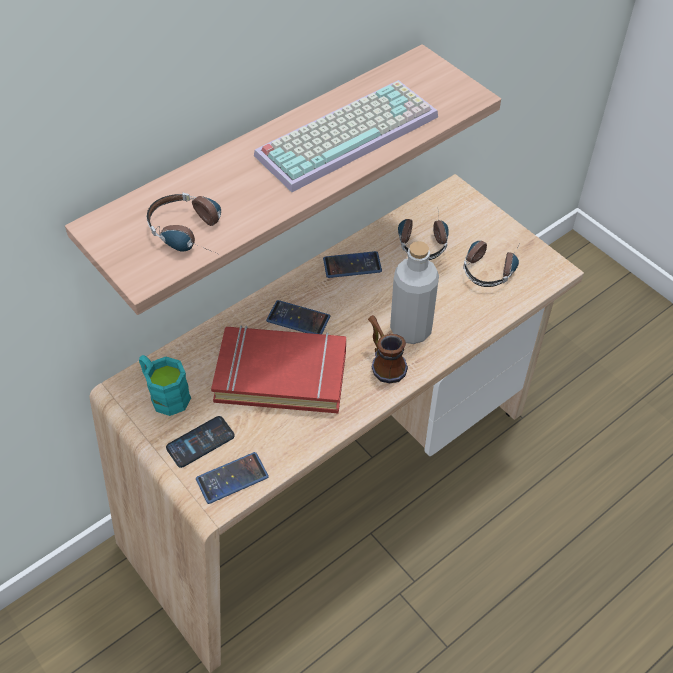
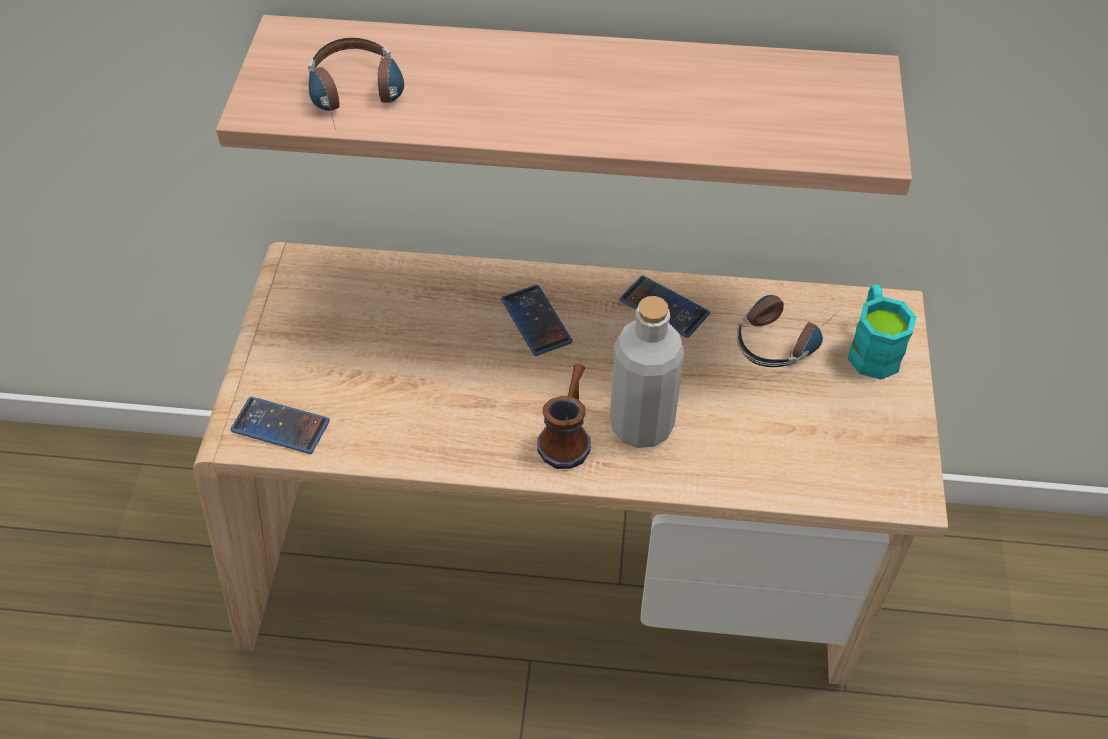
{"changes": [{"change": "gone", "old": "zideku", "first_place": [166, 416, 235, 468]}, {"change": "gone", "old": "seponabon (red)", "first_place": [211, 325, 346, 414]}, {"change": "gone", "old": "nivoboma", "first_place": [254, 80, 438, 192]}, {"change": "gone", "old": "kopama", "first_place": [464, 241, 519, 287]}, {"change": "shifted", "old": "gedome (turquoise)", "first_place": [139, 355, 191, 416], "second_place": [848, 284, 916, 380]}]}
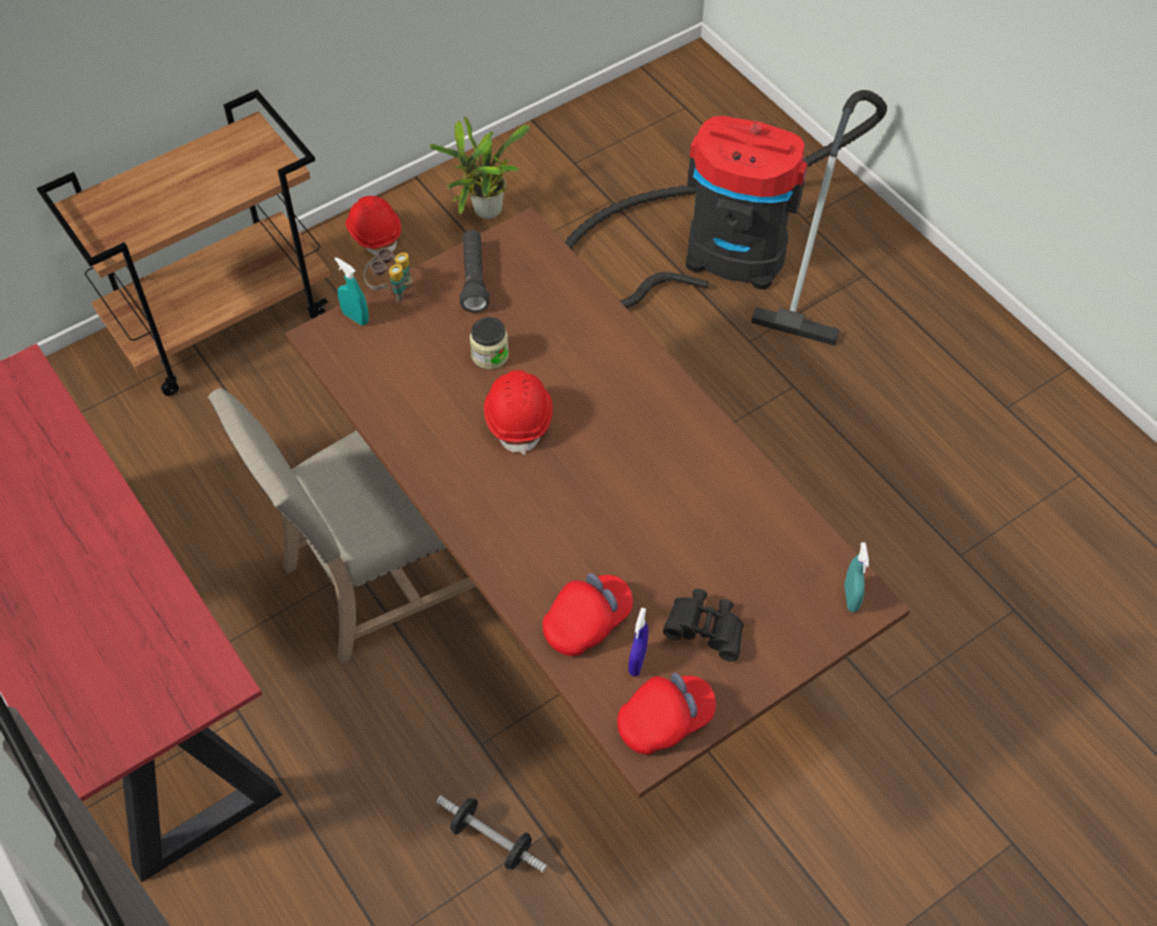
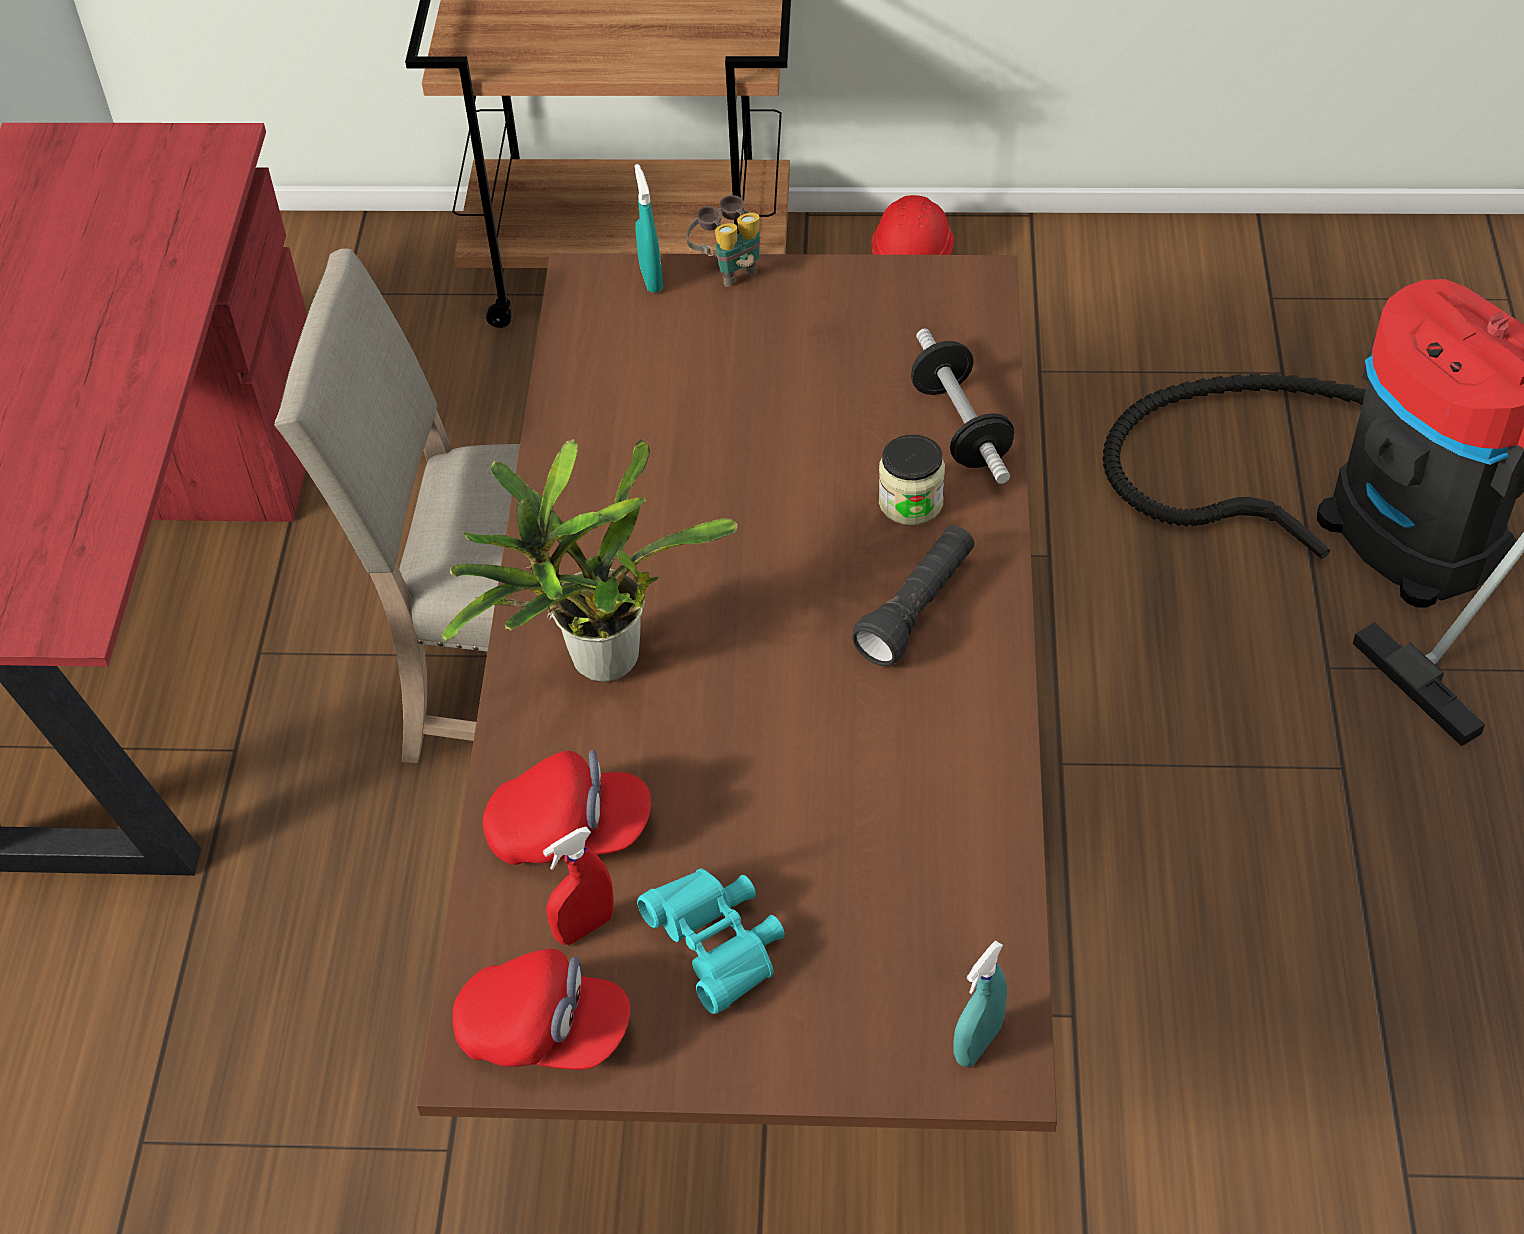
{"changes": [{"change": "gone", "old": "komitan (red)", "first_place": [484, 370, 553, 455]}, {"change": "shifted", "old": "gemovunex", "first_place": [429, 116, 530, 219], "second_place": [442, 439, 738, 682]}, {"change": "shifted", "old": "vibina", "first_place": [436, 795, 547, 873], "second_place": [911, 329, 1014, 484]}, {"change": "shifted", "old": "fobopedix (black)", "first_place": [460, 230, 490, 313], "second_place": [852, 525, 974, 666]}, {"change": "shifted", "old": "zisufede", "first_place": [470, 317, 509, 369], "second_place": [879, 435, 945, 525]}, {"change": "repainted", "old": "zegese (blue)", "new": "zegese (red)", "first_place": [628, 608, 648, 676], "second_place": [543, 827, 614, 945]}, {"change": "repainted", "old": "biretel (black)", "new": "biretel (turquoise)", "first_place": [663, 589, 744, 661], "second_place": [637, 868, 785, 1014]}]}
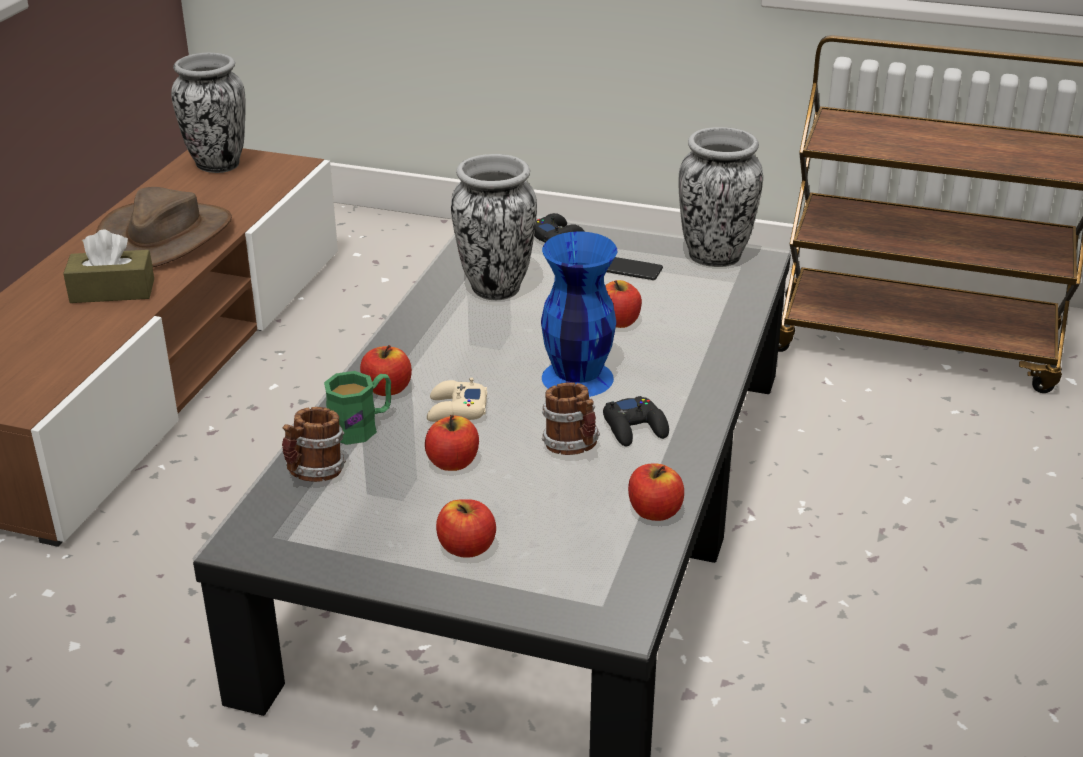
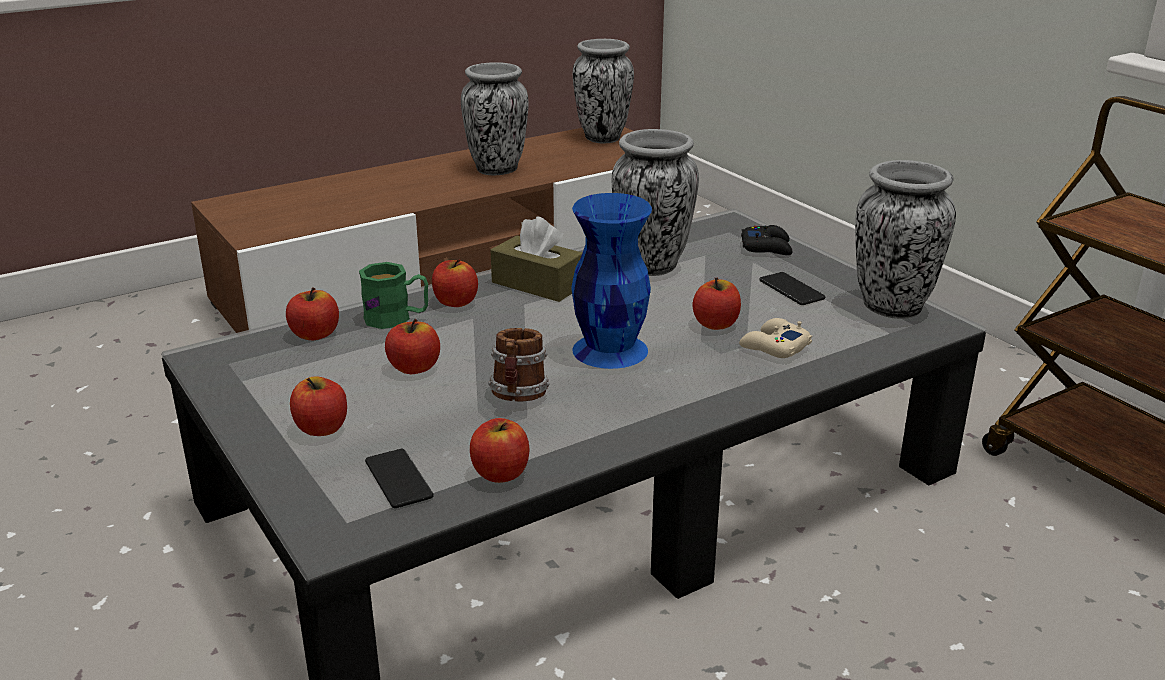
{"changes": [{"change": "gone", "old": "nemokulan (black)", "first_place": [603, 396, 669, 446]}, {"change": "new", "new": "zideku", "second_place": [365, 449, 434, 508]}, {"change": "shifted", "old": "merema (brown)", "first_place": [63, 230, 154, 303], "second_place": [491, 216, 582, 302]}, {"change": "shifted", "old": "nemokulan (beige)", "first_place": [427, 377, 487, 422], "second_place": [739, 318, 812, 358]}, {"change": "swapped", "old": "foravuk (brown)", "new": "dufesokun", "first_place": [96, 187, 232, 267], "second_place": [461, 62, 528, 175]}, {"change": "swapped", "old": "gedome", "new": "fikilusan", "first_place": [282, 407, 346, 482], "second_place": [286, 287, 339, 340]}]}
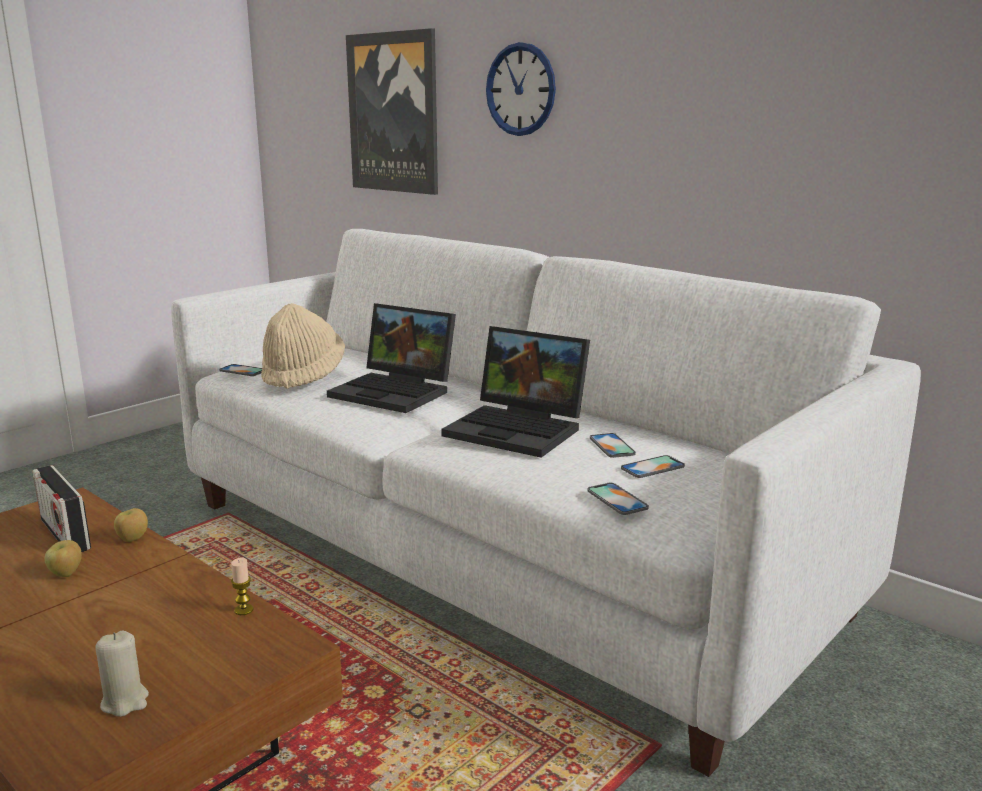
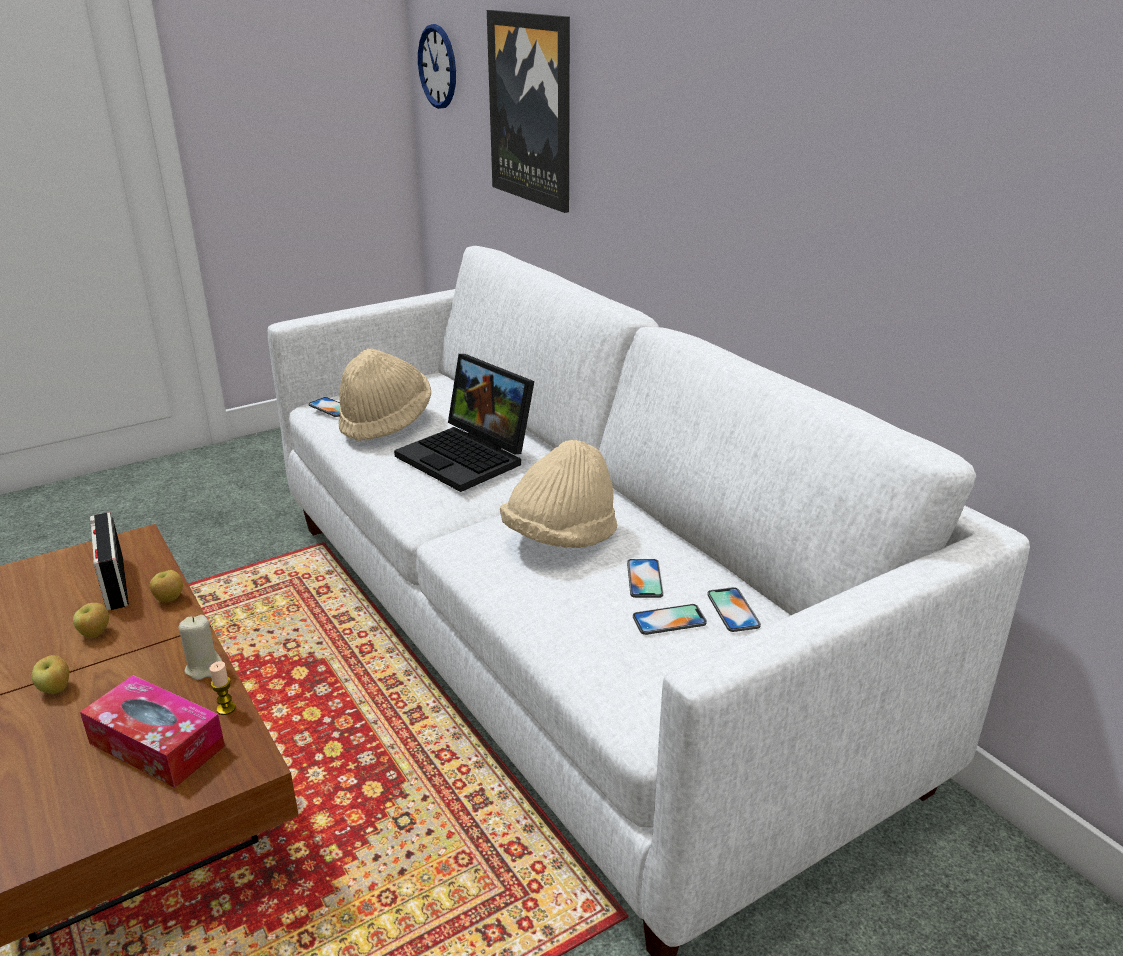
{"changes": [{"change": "new", "new": "fikilusan", "second_place": [32, 655, 69, 694]}, {"change": "new", "new": "merema", "second_place": [80, 675, 225, 788]}, {"change": "shifted", "old": "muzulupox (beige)", "first_place": [95, 631, 149, 717], "second_place": [179, 615, 222, 680]}, {"change": "shifted", "old": "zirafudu", "first_place": [486, 42, 556, 136], "second_place": [418, 24, 456, 109]}, {"change": "shifted", "old": "zideku", "first_place": [587, 483, 649, 515], "second_place": [707, 587, 761, 632]}, {"change": "swapped", "old": "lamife", "new": "foravuk (beige)", "first_place": [442, 326, 590, 458], "second_place": [500, 440, 617, 548]}]}
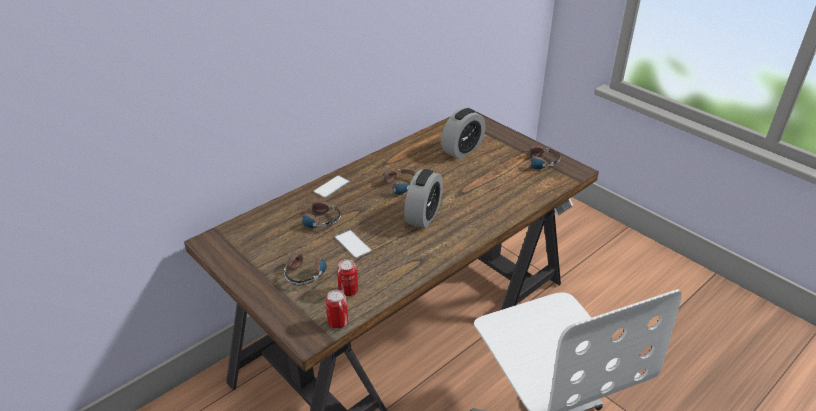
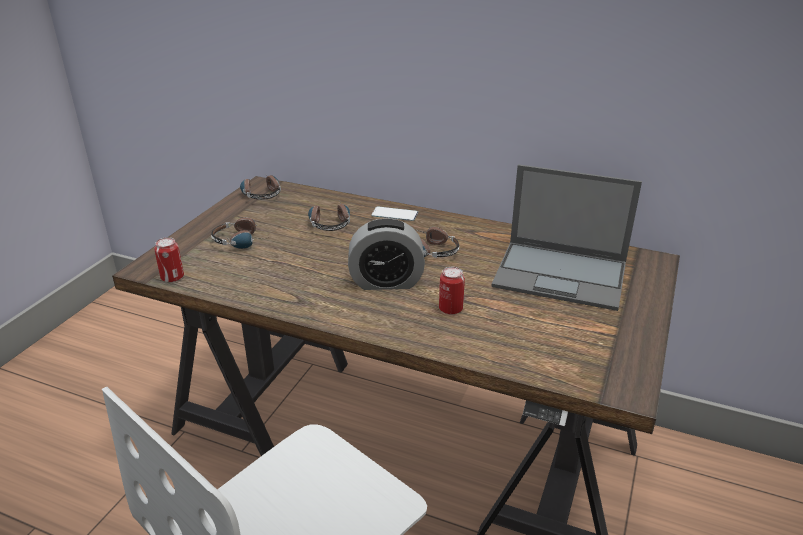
{"changes": [{"change": "gone", "old": "zideku", "first_place": [335, 230, 371, 258]}, {"change": "shifted", "old": "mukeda", "first_place": [337, 259, 358, 296], "second_place": [439, 267, 465, 314]}, {"change": "shifted", "old": "kopama", "first_place": [513, 145, 560, 169], "second_place": [240, 175, 281, 200]}, {"change": "swapped", "old": "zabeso", "new": "lamife", "first_place": [441, 108, 485, 159], "second_place": [491, 164, 642, 311]}]}
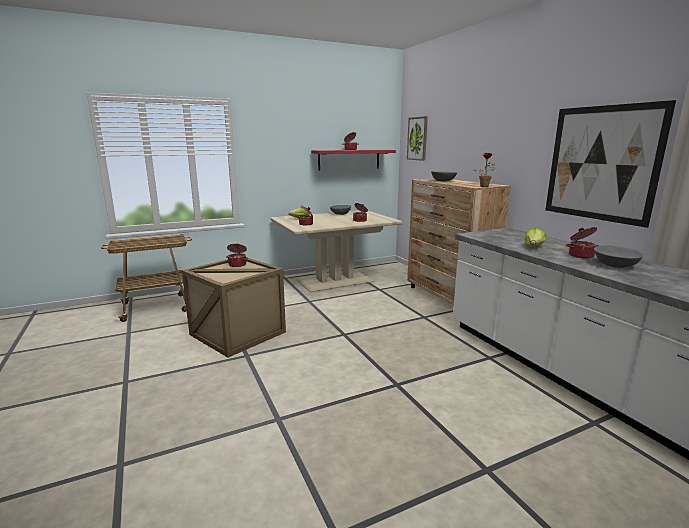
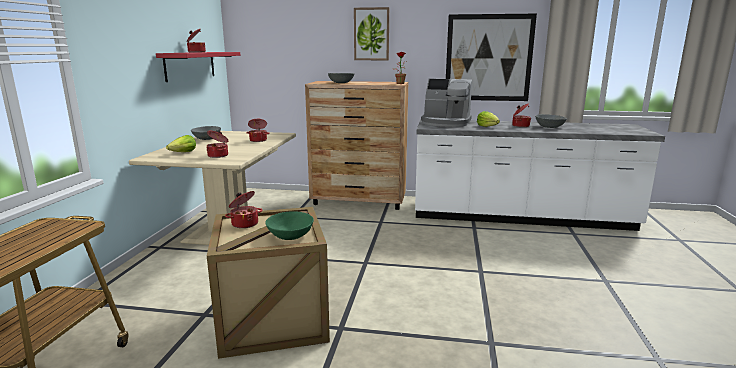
{"changes": [{"change": "new", "new": "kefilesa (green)", "second_place": [265, 212, 314, 240]}, {"change": "new", "new": "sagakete", "second_place": [421, 79, 472, 127]}, {"change": "shifted", "old": "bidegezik", "first_place": [407, 116, 428, 161], "second_place": [354, 7, 389, 60]}]}
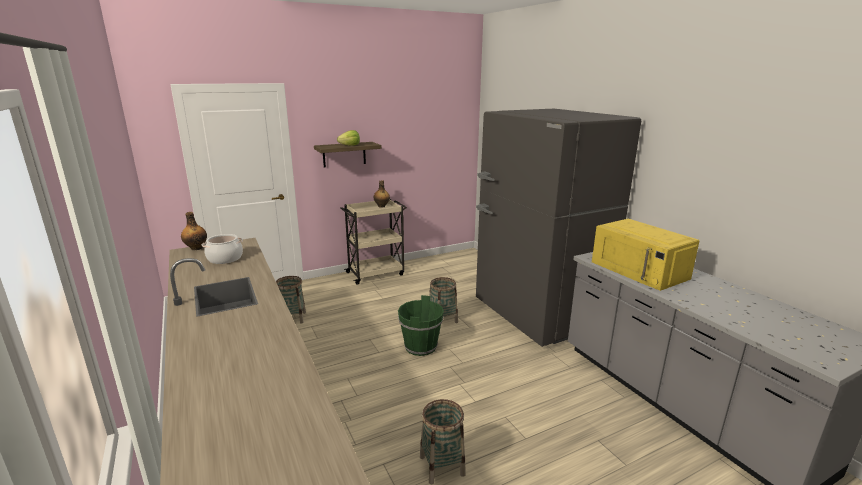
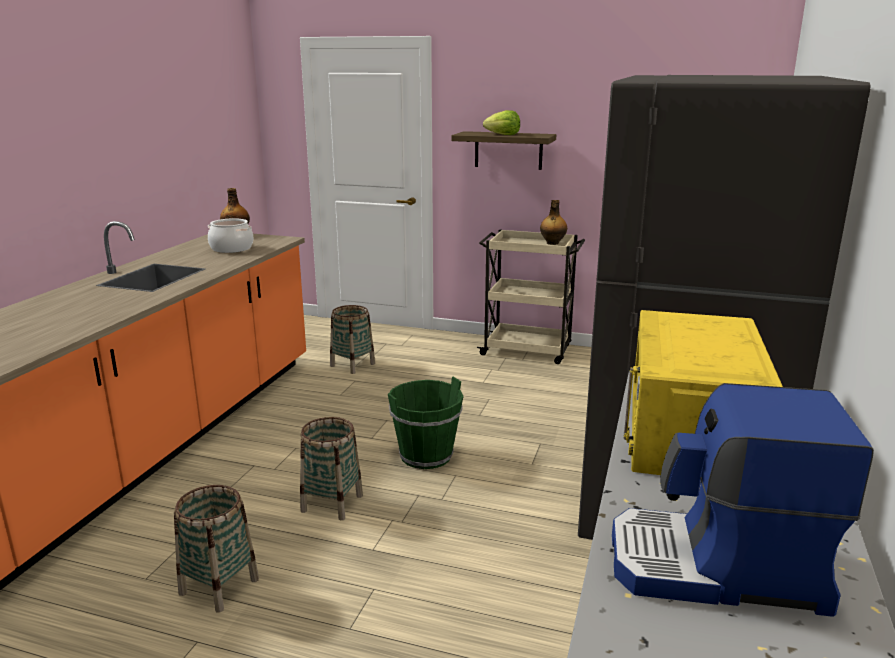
{"changes": [{"change": "new", "new": "sagakete", "second_place": [612, 383, 874, 617]}, {"change": "shifted", "old": "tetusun", "first_place": [429, 277, 458, 323], "second_place": [300, 417, 363, 520]}]}
